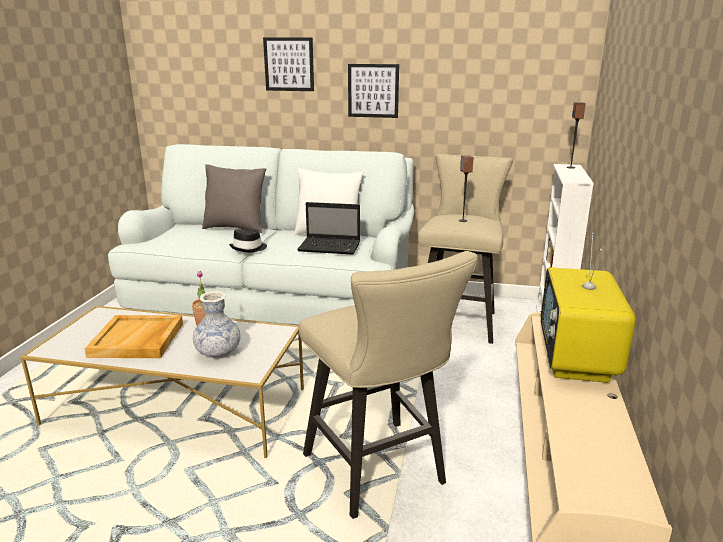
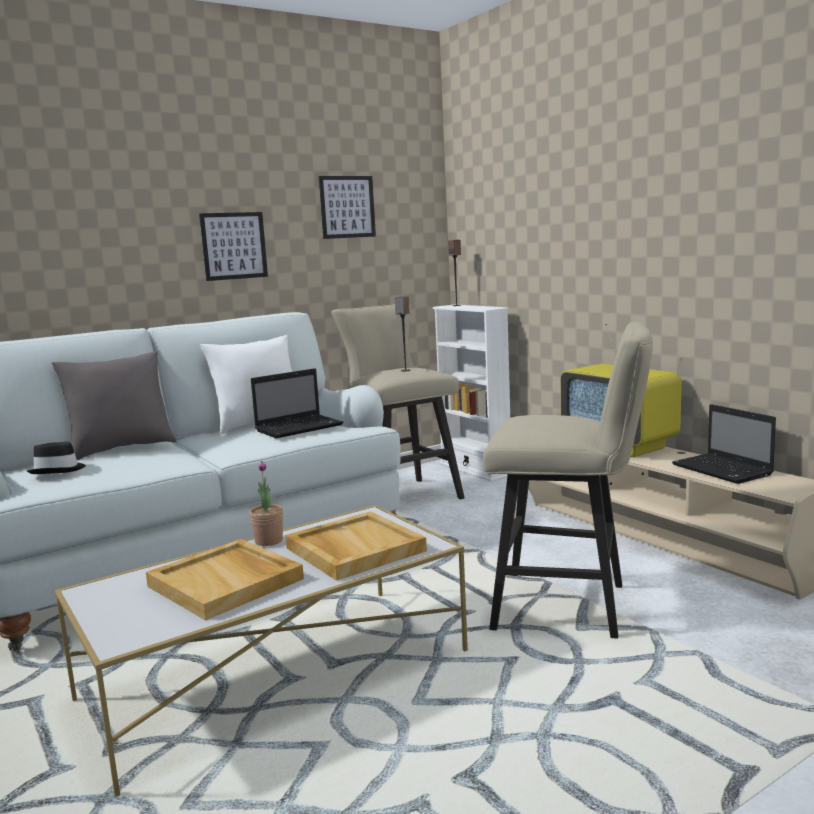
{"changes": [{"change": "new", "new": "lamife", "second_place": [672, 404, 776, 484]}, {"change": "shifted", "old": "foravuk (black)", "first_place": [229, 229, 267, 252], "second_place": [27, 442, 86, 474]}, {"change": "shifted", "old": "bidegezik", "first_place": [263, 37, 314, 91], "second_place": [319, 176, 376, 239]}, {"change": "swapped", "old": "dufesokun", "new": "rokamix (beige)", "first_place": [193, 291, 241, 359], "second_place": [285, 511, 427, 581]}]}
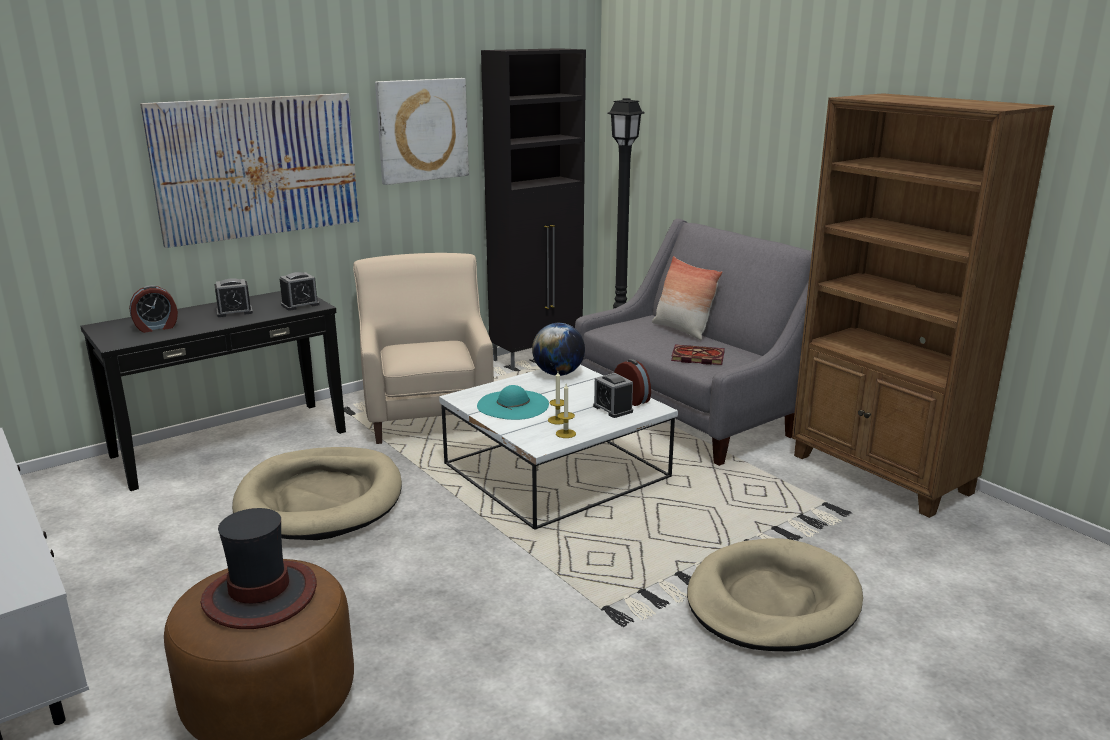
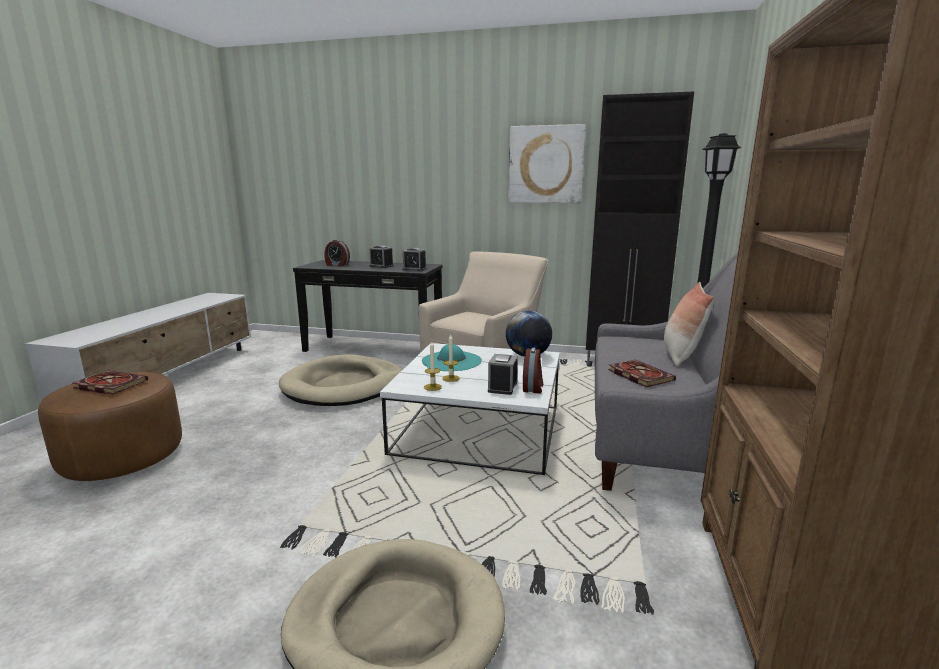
{"changes": [{"change": "gone", "old": "bidegezik", "first_place": [140, 93, 359, 248]}, {"change": "swapped", "old": "foravuk", "new": "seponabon", "first_place": [200, 508, 317, 629], "second_place": [73, 371, 148, 394]}]}
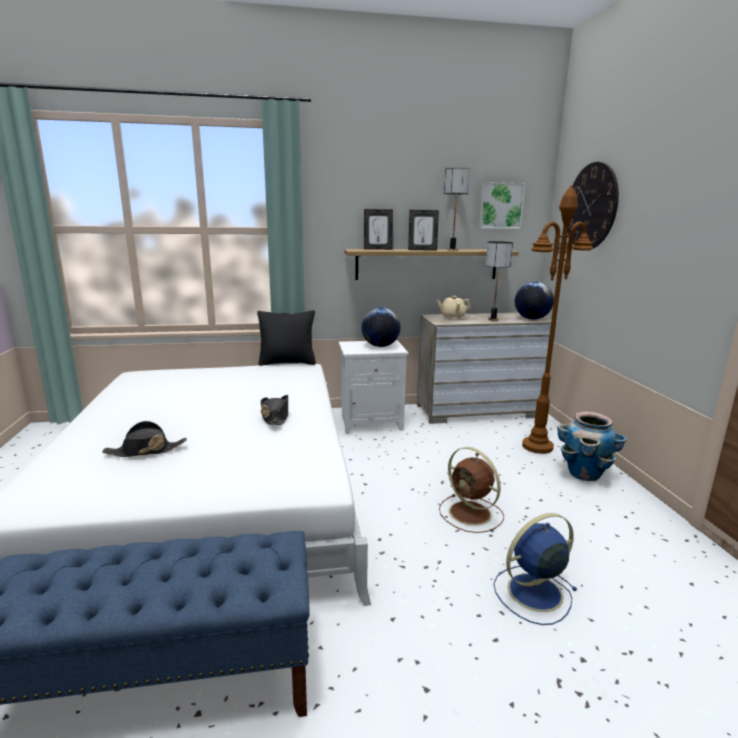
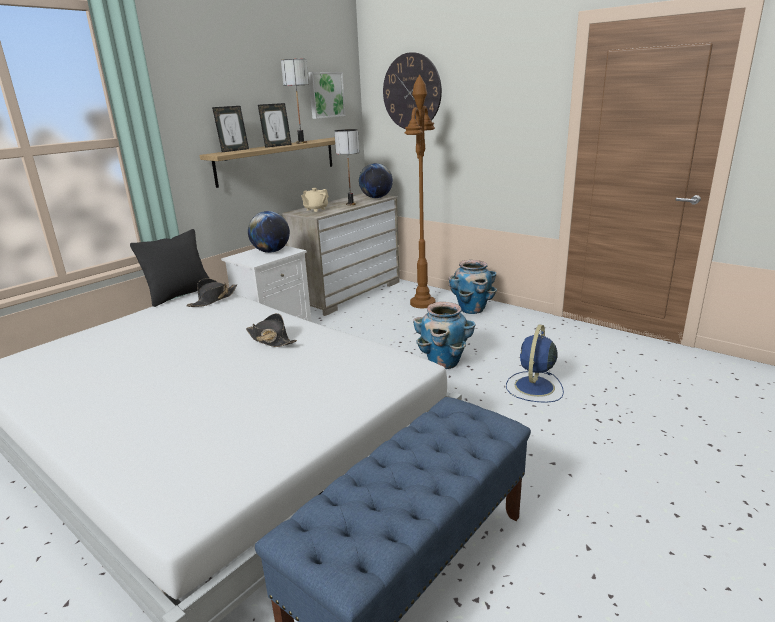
{"changes": [{"change": "shifted", "old": "foravuk (black)", "first_place": [102, 421, 187, 457], "second_place": [186, 278, 237, 307]}, {"change": "swapped", "old": "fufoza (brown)", "new": "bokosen", "first_place": [439, 447, 504, 533], "second_place": [413, 302, 475, 369]}]}
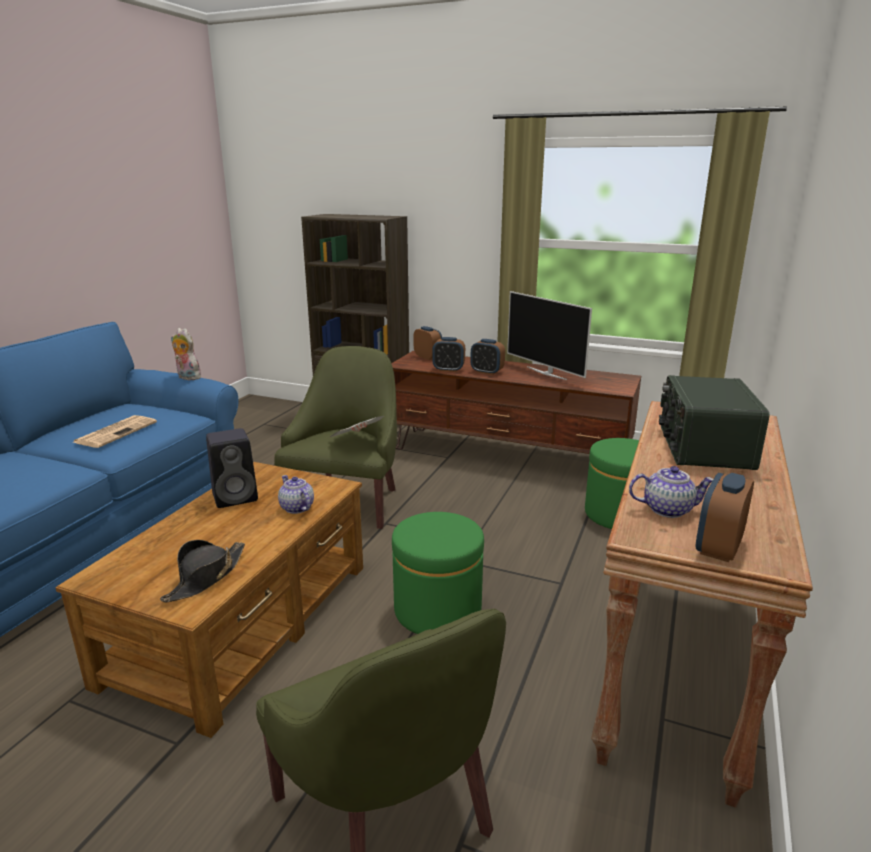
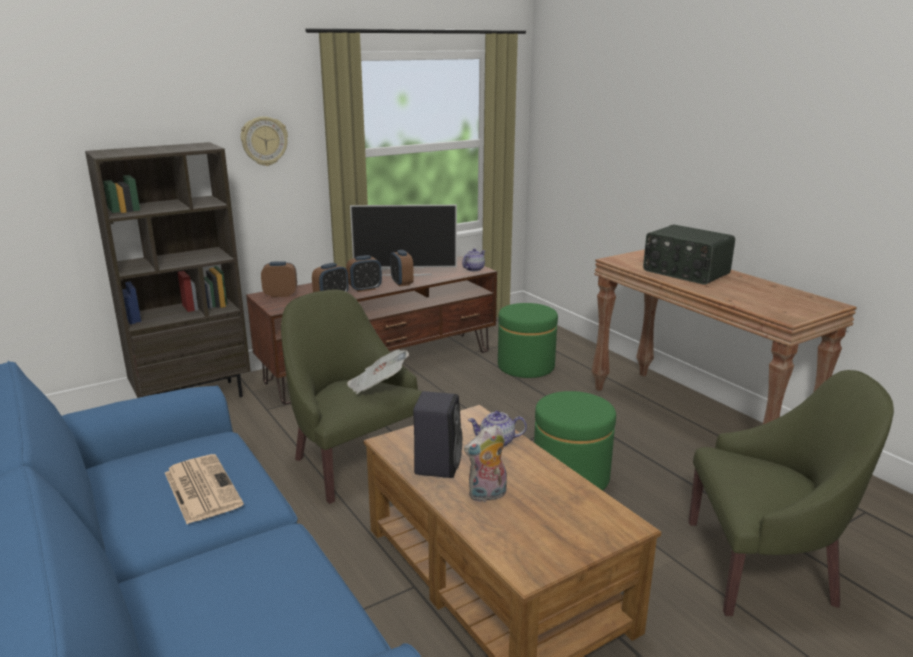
{"changes": [{"change": "gone", "old": "foravuk (black)", "first_place": [160, 540, 245, 602]}, {"change": "new", "new": "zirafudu", "second_place": [241, 116, 288, 166]}, {"change": "shifted", "old": "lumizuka", "first_place": [171, 328, 201, 380], "second_place": [464, 425, 507, 503]}, {"change": "shifted", "old": "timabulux", "first_place": [629, 466, 713, 518], "second_place": [462, 249, 485, 271]}, {"change": "shifted", "old": "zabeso", "first_place": [696, 473, 754, 562], "second_place": [390, 250, 414, 287]}]}
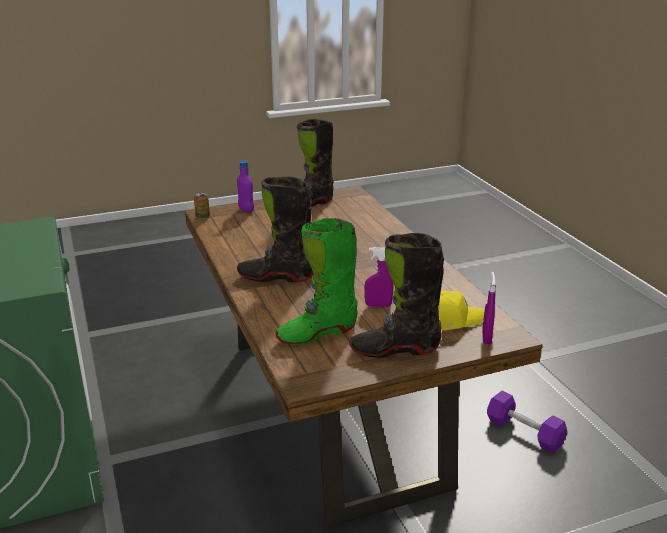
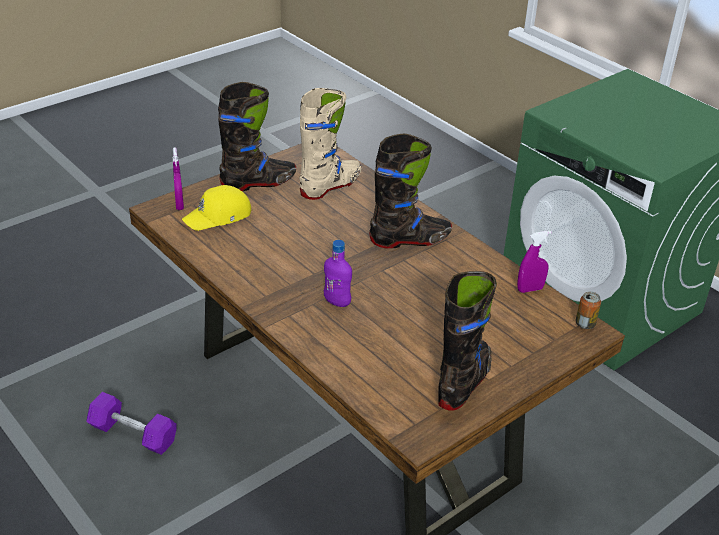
{"changes": [{"change": "shifted", "old": "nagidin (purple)", "first_place": [237, 160, 254, 212], "second_place": [324, 240, 352, 307]}, {"change": "shifted", "old": "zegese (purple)", "first_place": [364, 247, 393, 307], "second_place": [517, 231, 552, 293]}, {"change": "repainted", "old": "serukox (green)", "new": "serukox (beige)", "first_place": [275, 218, 358, 345], "second_place": [299, 88, 362, 200]}]}
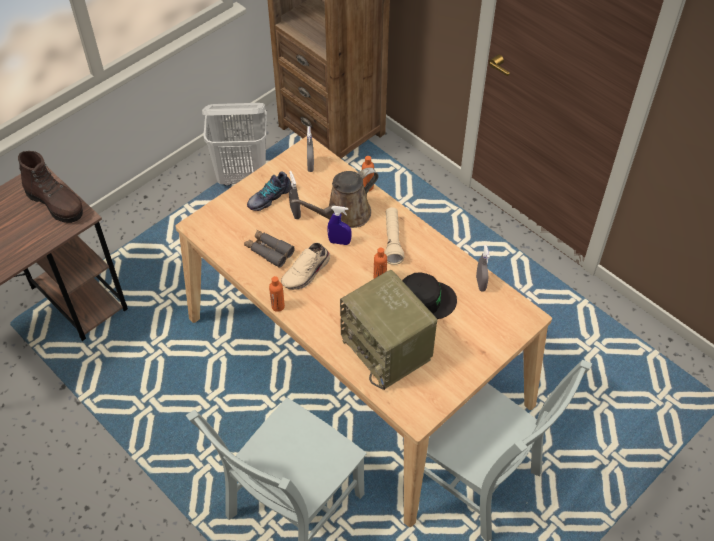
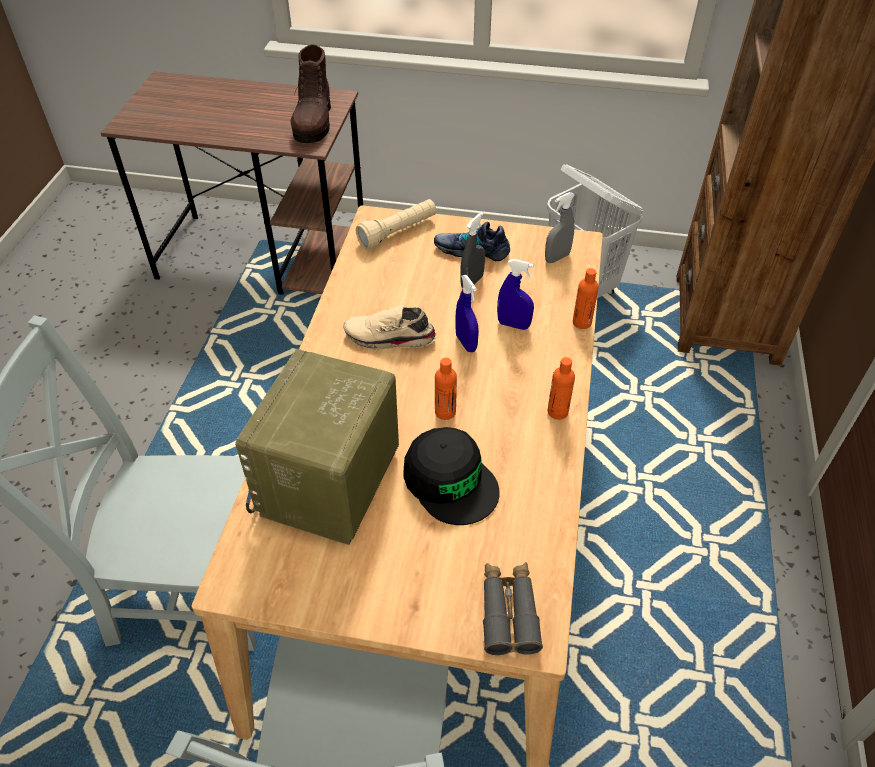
{"changes": [{"change": "gone", "old": "zegese (grey)", "first_place": [476, 245, 490, 292]}, {"change": "shifted", "old": "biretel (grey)", "first_place": [244, 230, 295, 268], "second_place": [483, 562, 543, 655]}, {"change": "shifted", "old": "nagidin (orange)", "first_place": [269, 276, 285, 312], "second_place": [548, 357, 575, 420]}, {"change": "shifted", "old": "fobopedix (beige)", "first_place": [384, 207, 405, 265], "second_place": [356, 199, 436, 249]}, {"change": "swapped", "old": "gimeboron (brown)", "new": "zegese (blue)", "first_place": [291, 168, 379, 228], "second_place": [497, 259, 534, 330]}]}
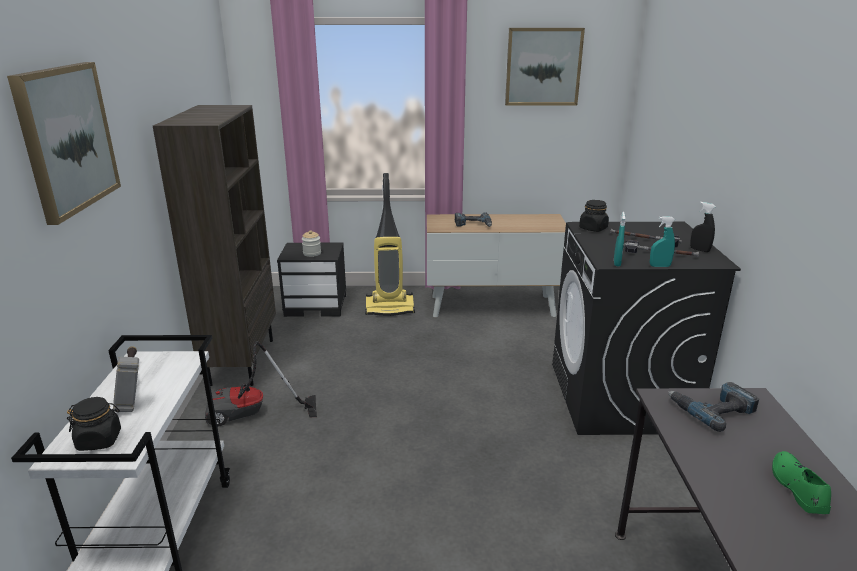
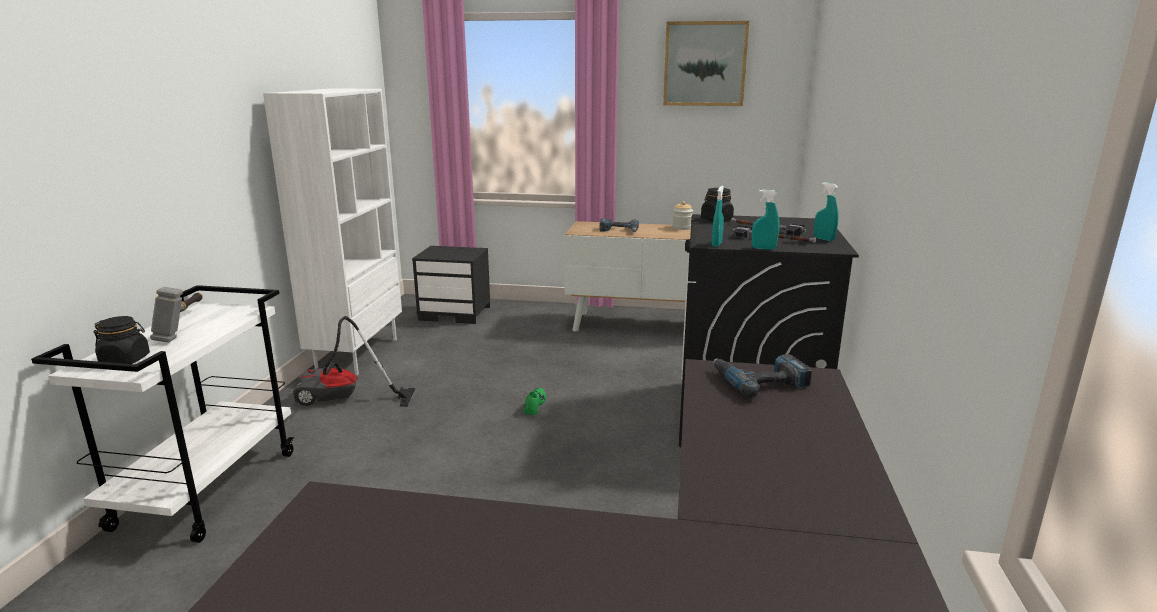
{"changes": [{"change": "gone", "old": "bidegezik", "first_place": [7, 62, 121, 225]}, {"change": "gone", "old": "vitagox", "first_place": [365, 173, 415, 316]}, {"change": "shifted", "old": "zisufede", "first_place": [302, 230, 321, 257], "second_place": [672, 201, 693, 230]}, {"change": "shifted", "old": "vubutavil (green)", "first_place": [772, 451, 831, 514], "second_place": [524, 388, 546, 415]}, {"change": "repainted", "old": "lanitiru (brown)", "new": "lanitiru (white)", "first_place": [153, 105, 276, 386], "second_place": [263, 88, 402, 375]}, {"change": "repainted", "old": "zegese (black)", "new": "zegese (turquoise)", "first_place": [690, 202, 716, 252], "second_place": [814, 182, 838, 241]}]}
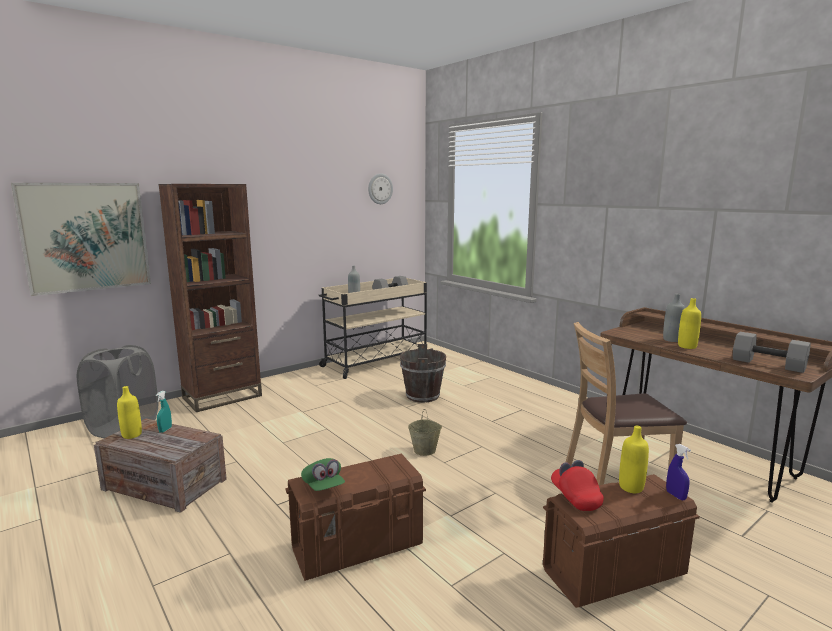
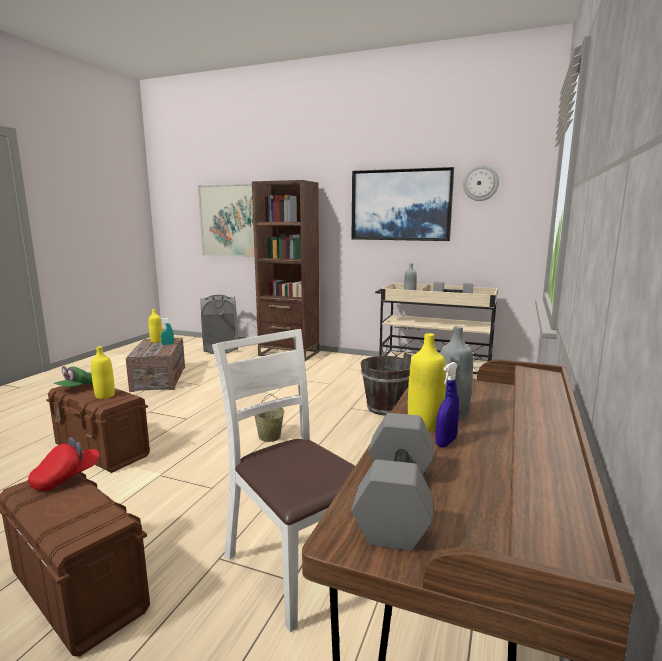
{"changes": [{"change": "new", "new": "bidegezik", "second_place": [351, 167, 454, 241]}, {"change": "shifted", "old": "nagidin (yellow)", "first_place": [619, 426, 649, 493], "second_place": [91, 346, 115, 399]}, {"change": "shifted", "old": "zegese (blue)", "first_place": [666, 444, 691, 501], "second_place": [436, 362, 459, 448]}, {"change": "repainted", "old": "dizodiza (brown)", "new": "dizodiza (white)", "first_place": [566, 322, 687, 485], "second_place": [212, 329, 355, 632]}]}
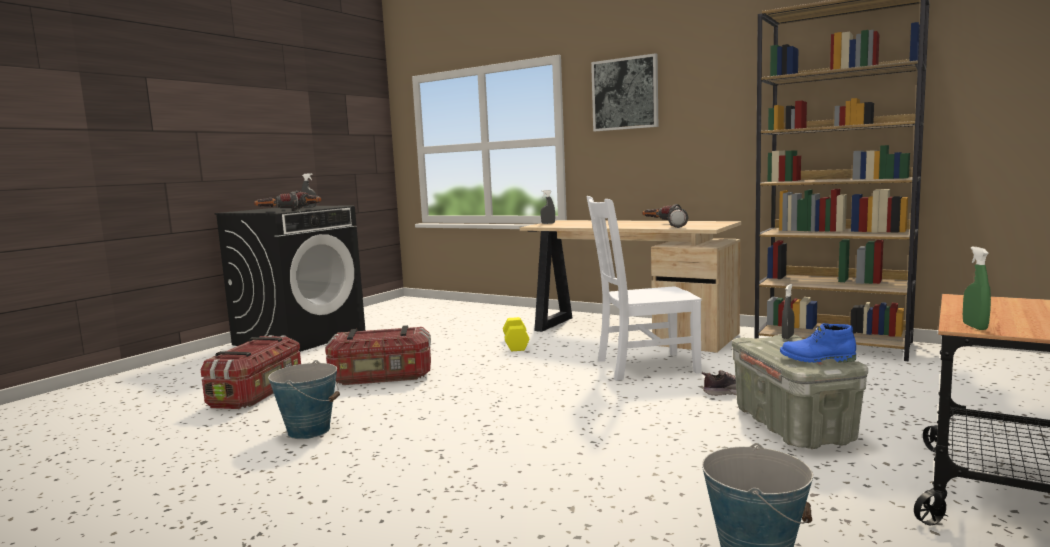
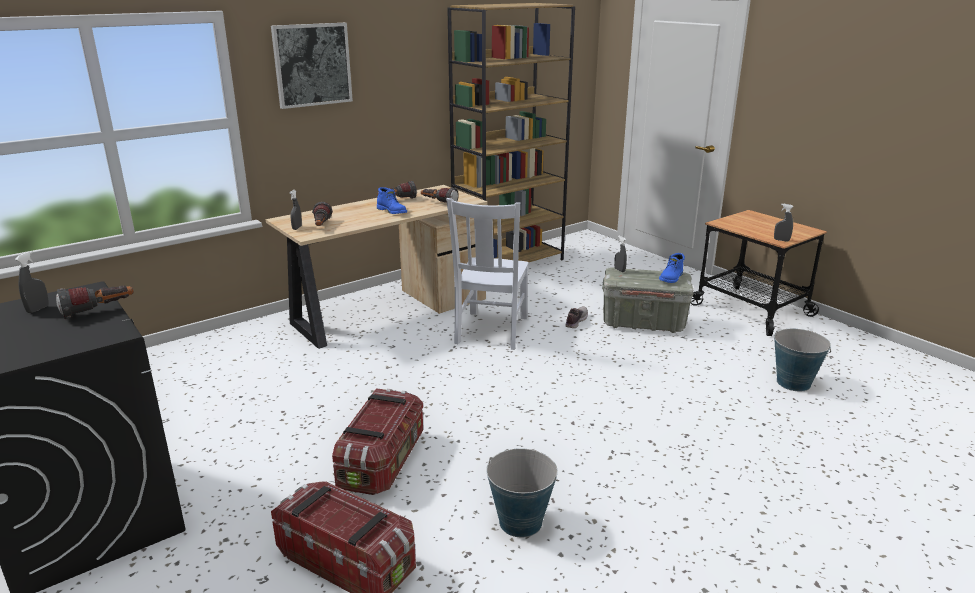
{"changes": [{"change": "gone", "old": "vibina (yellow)", "first_place": [503, 317, 530, 351]}, {"change": "new", "new": "serukox (blue)", "second_place": [377, 187, 407, 214]}, {"change": "shifted", "old": "fobopedix", "first_place": [254, 191, 298, 210], "second_place": [312, 202, 333, 226]}, {"change": "repainted", "old": "zegese (green)", "new": "zegese (grey)", "first_place": [963, 247, 991, 330], "second_place": [774, 204, 793, 242]}]}
